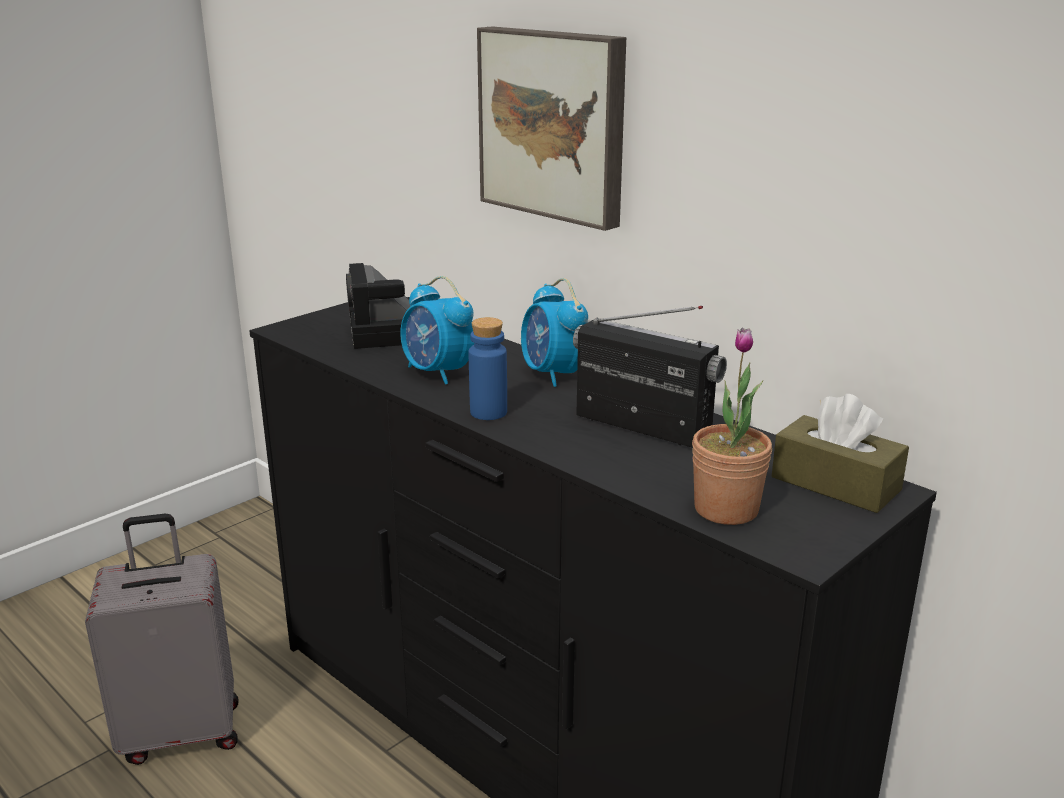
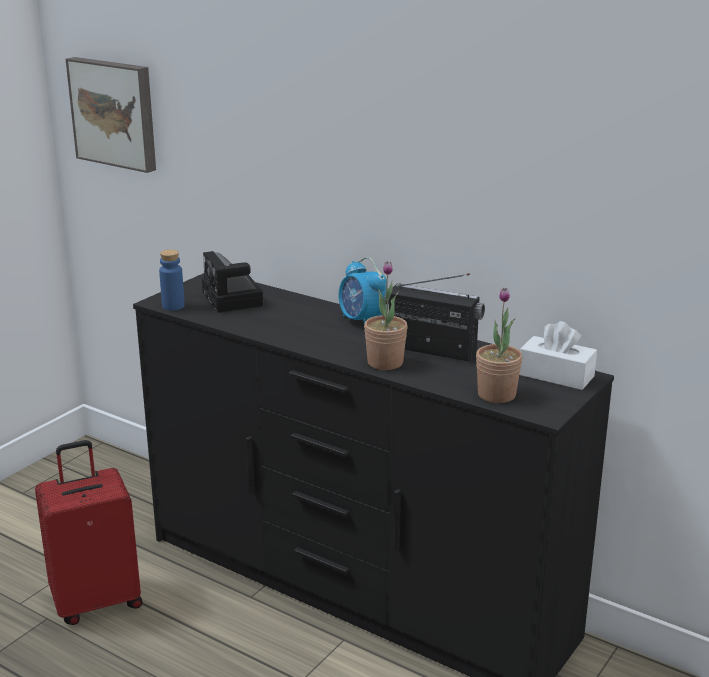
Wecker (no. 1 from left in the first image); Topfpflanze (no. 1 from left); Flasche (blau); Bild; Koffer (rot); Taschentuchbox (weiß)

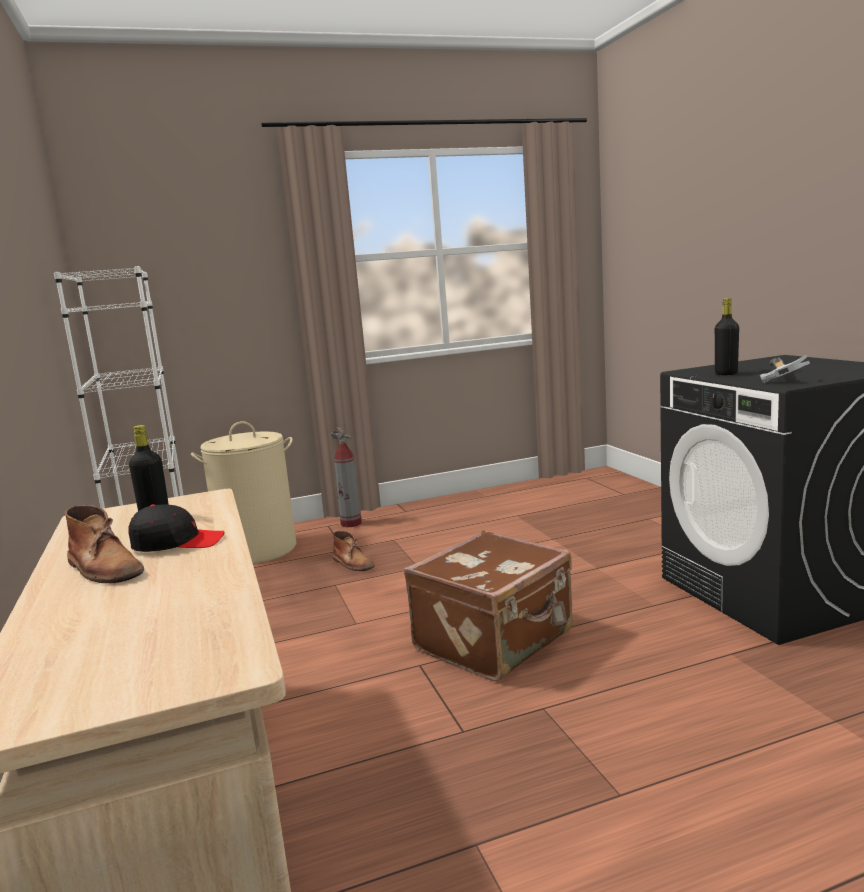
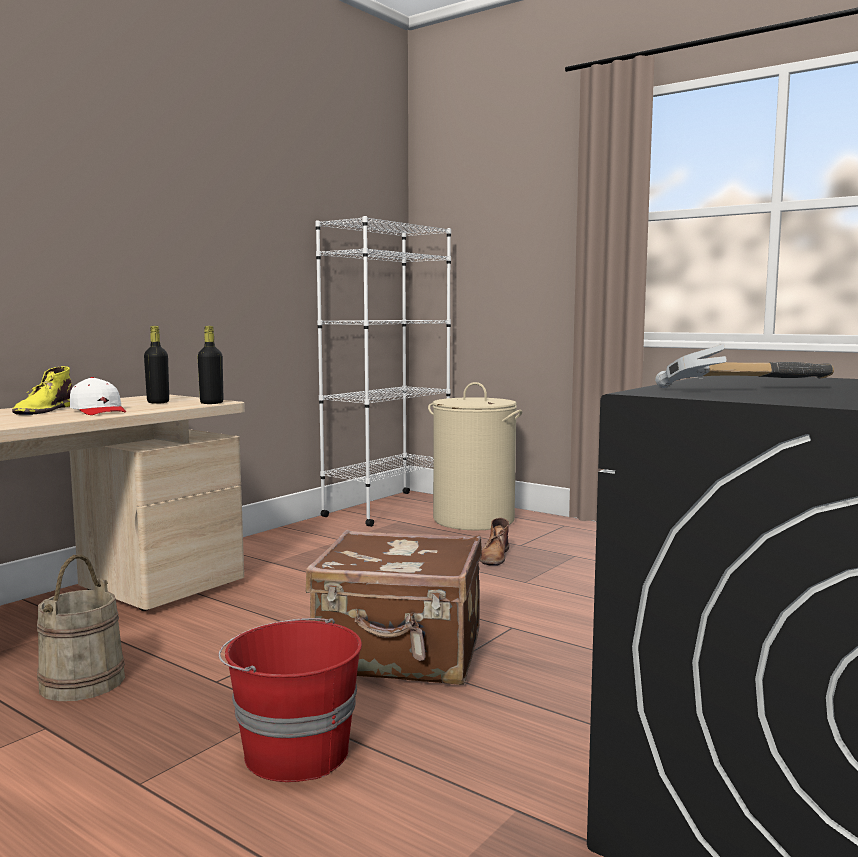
Feuerlöscher; Eimer (beige); Eimer (rot); Flasche (schwarz) (no. 2 from left); Stiefel (gelb); Kappe (weiß)

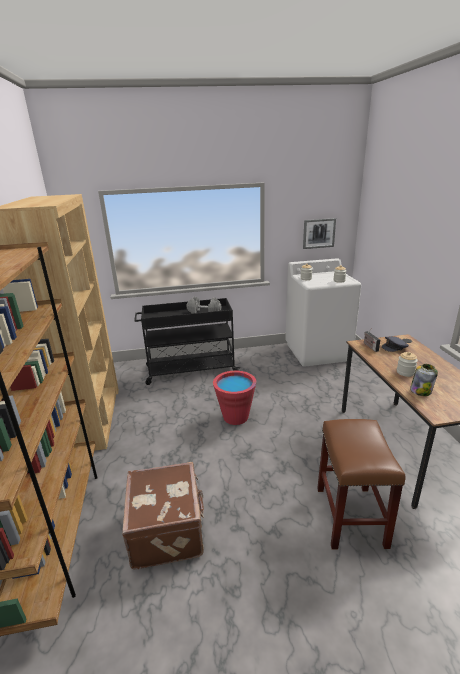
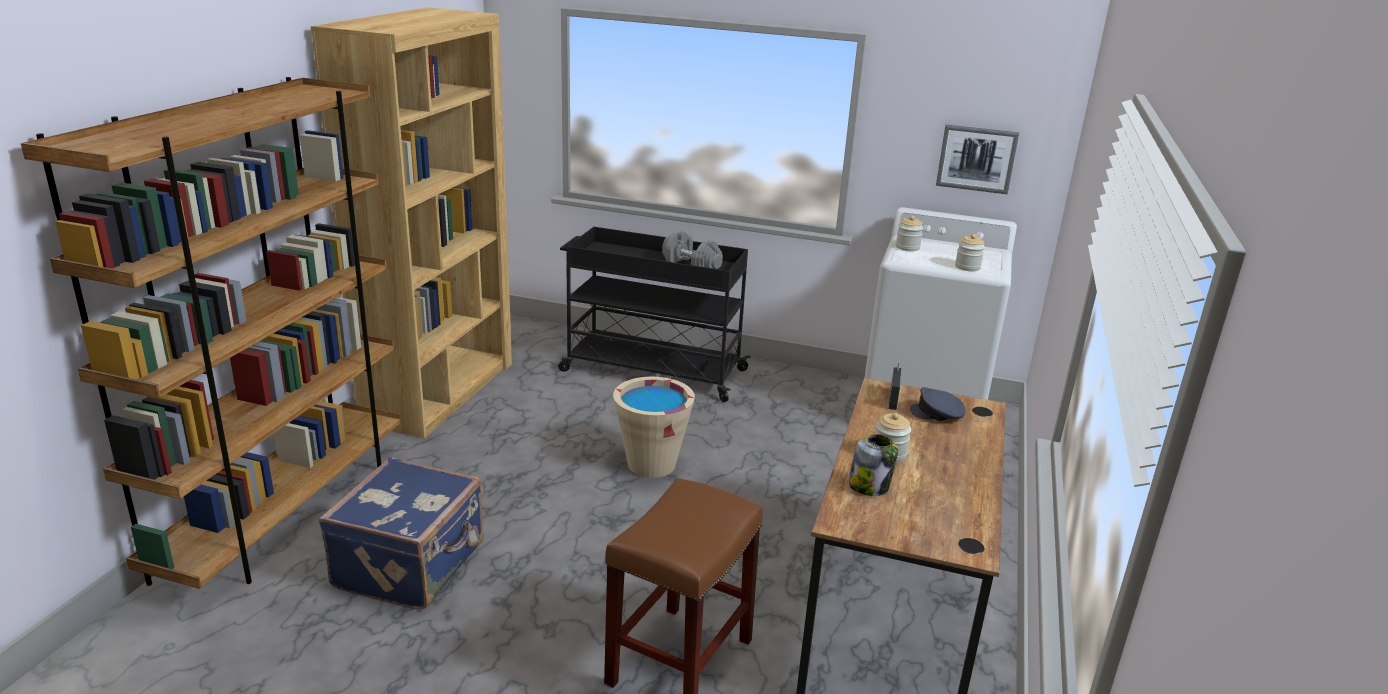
Koffer (blau); Eimer (beige)

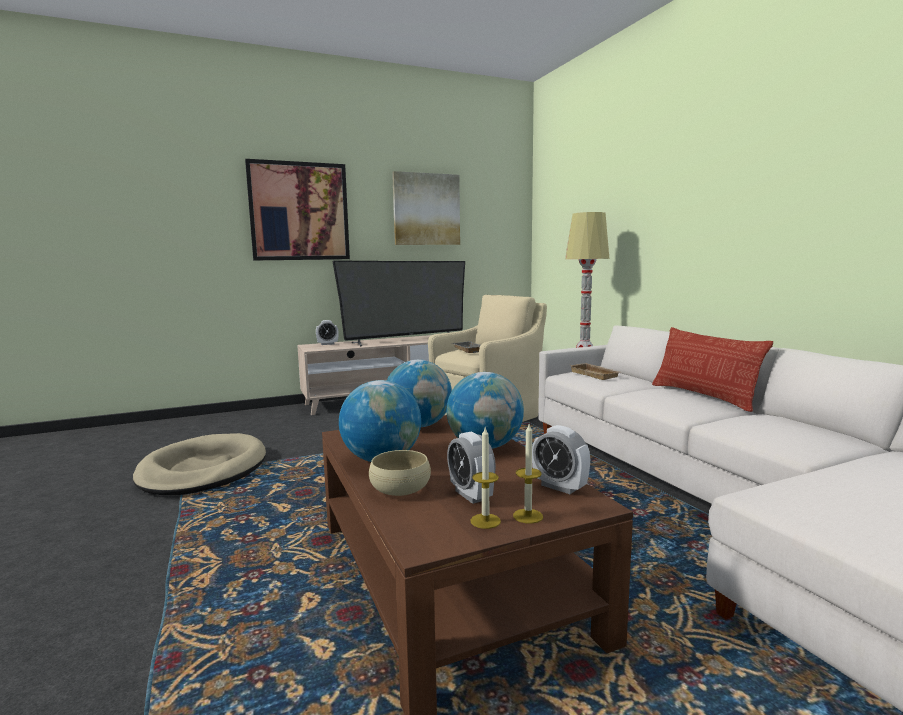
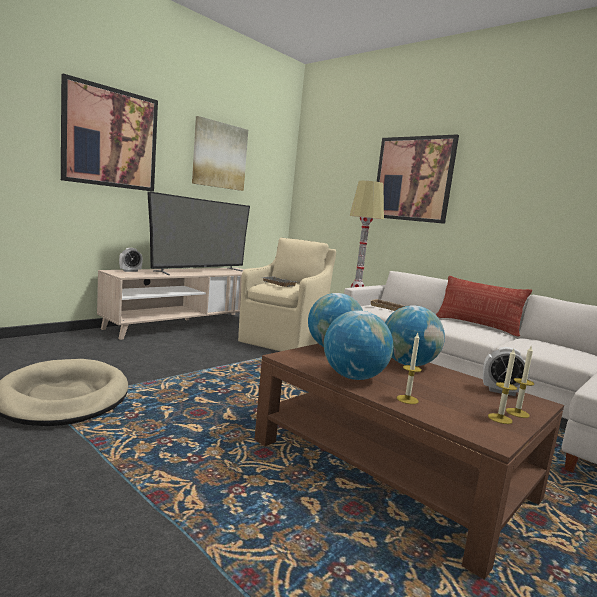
Wecker (no. 2 from left in the first image); Bild (no. 3 from left); Kerze (no. 1 from left)

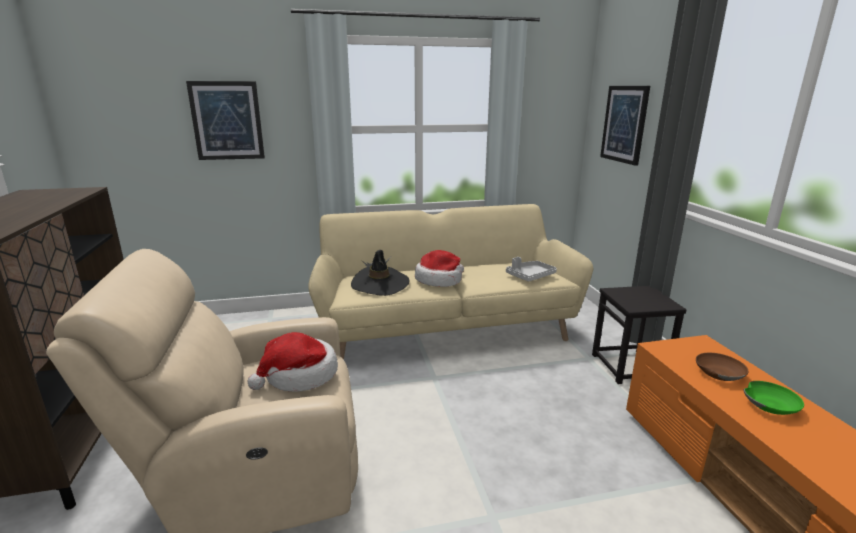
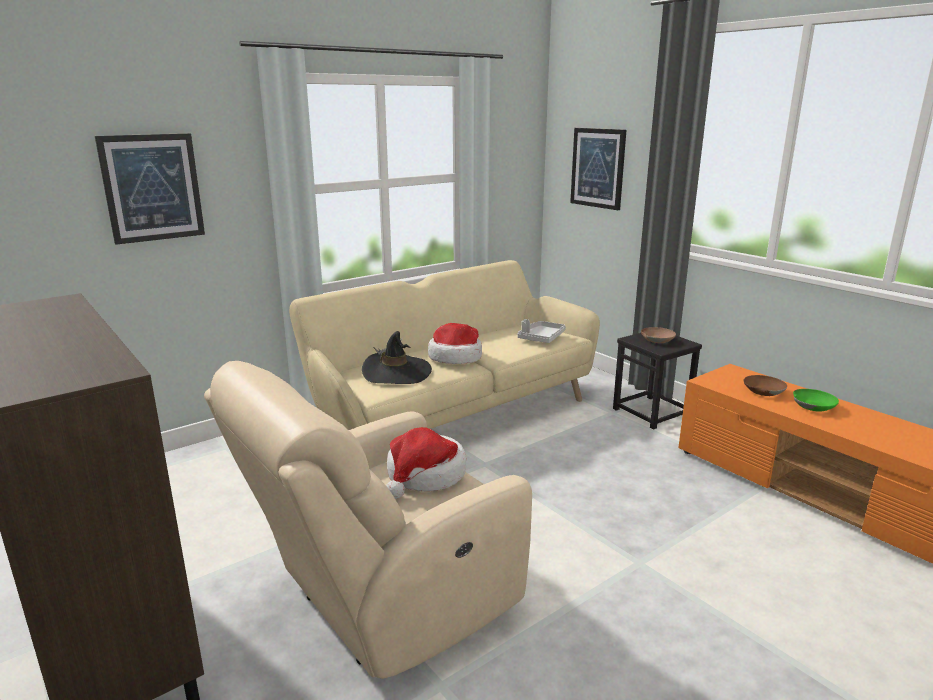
Schüssel (braun) (no. 1 from left)

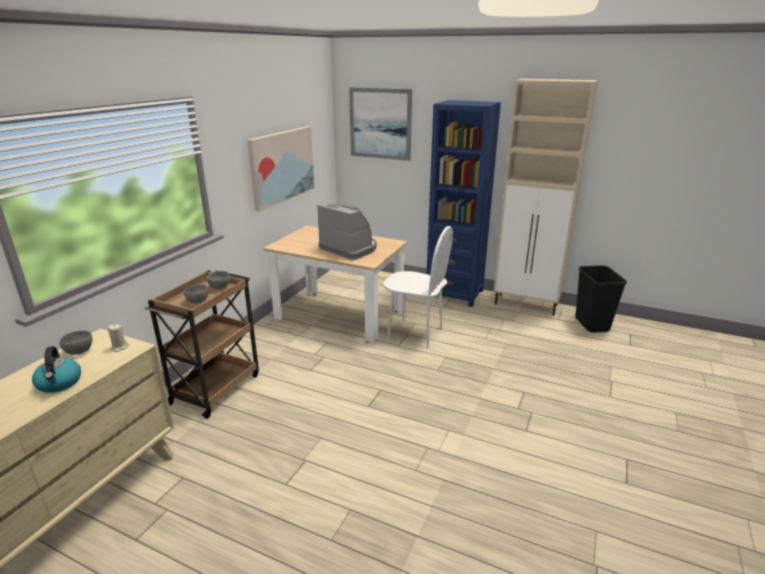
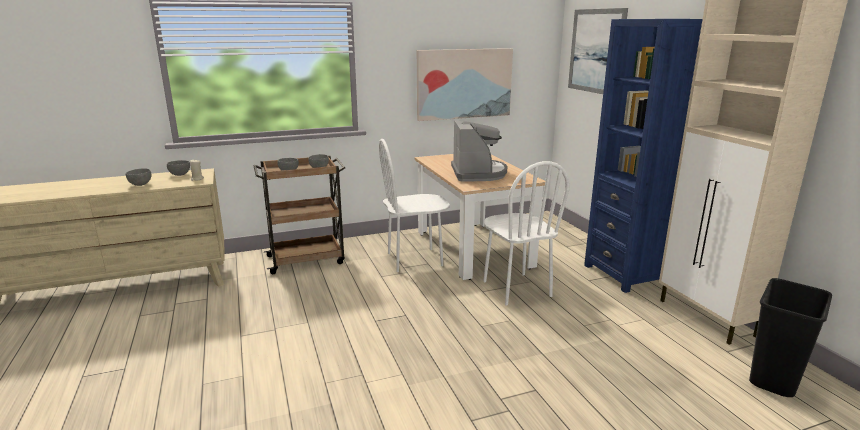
Stuhl (weiß) (no. 1 from left); Schüssel (grau) (no. 1 from left)

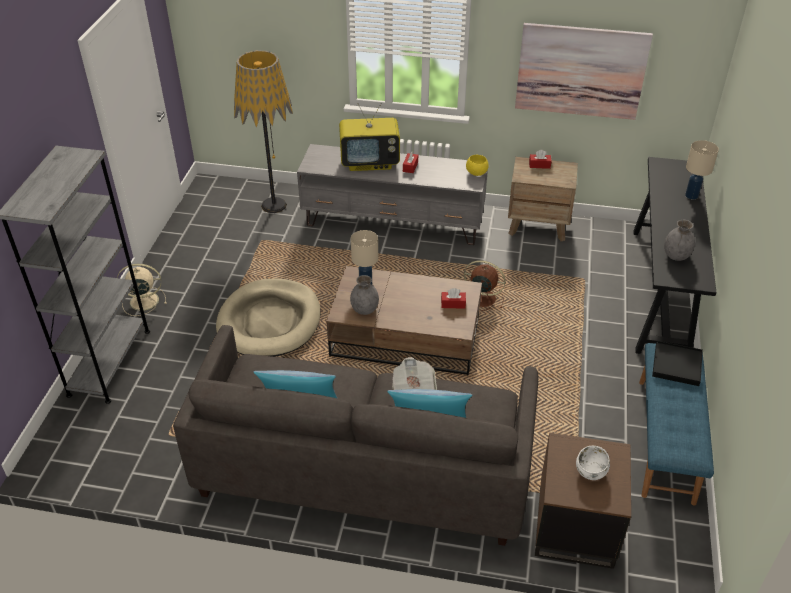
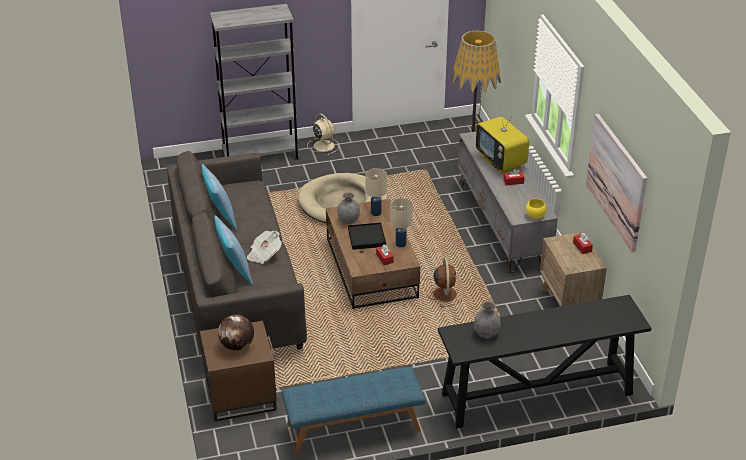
Tablett (schwarz); Tischlampe (beige) (no. 2 from left); Globus

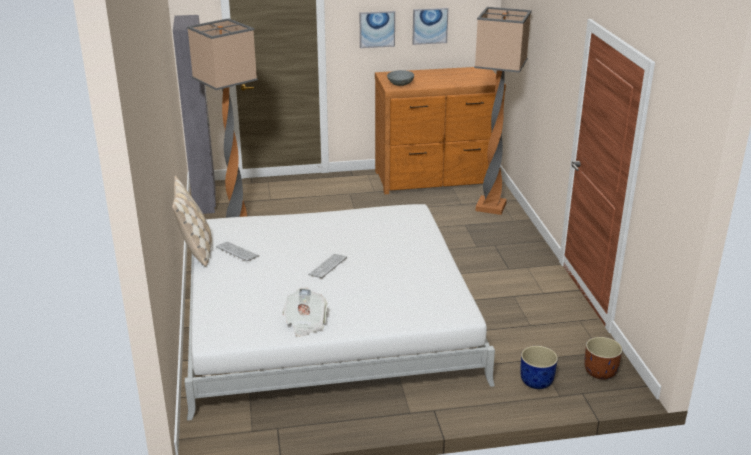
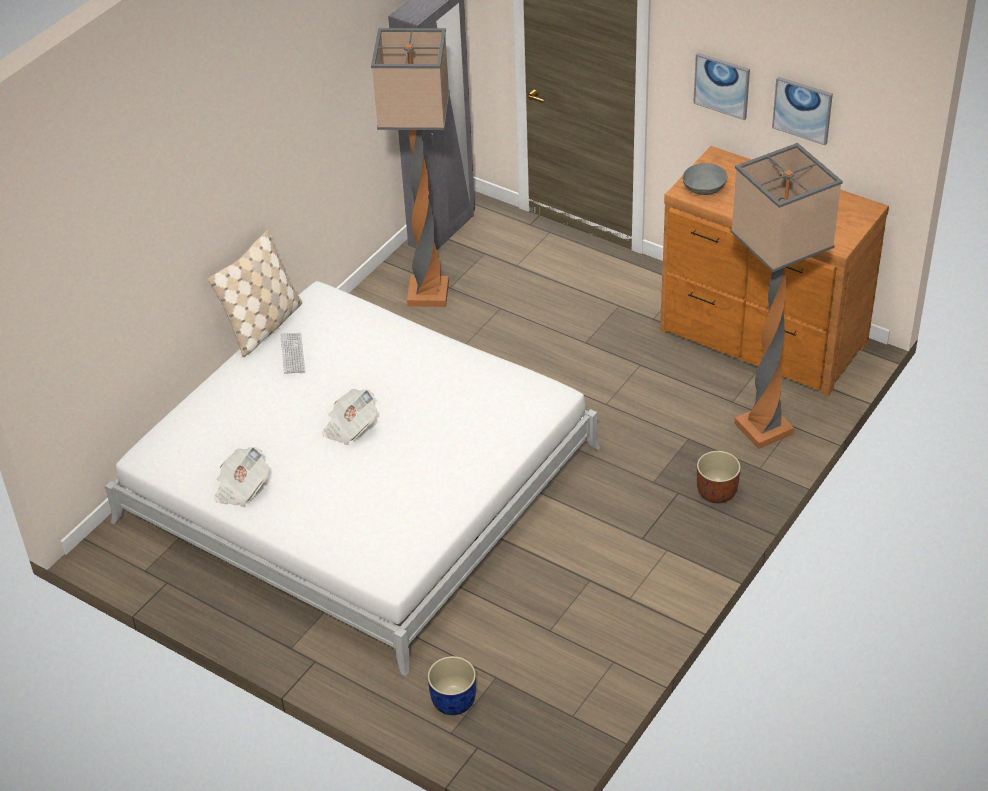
Pflanzkübel (braun); Zeitung (no. 2 from left)

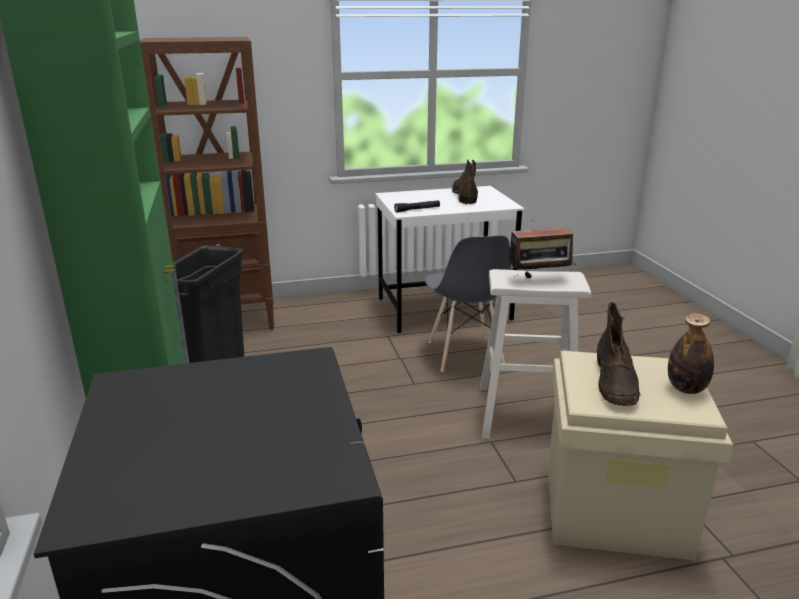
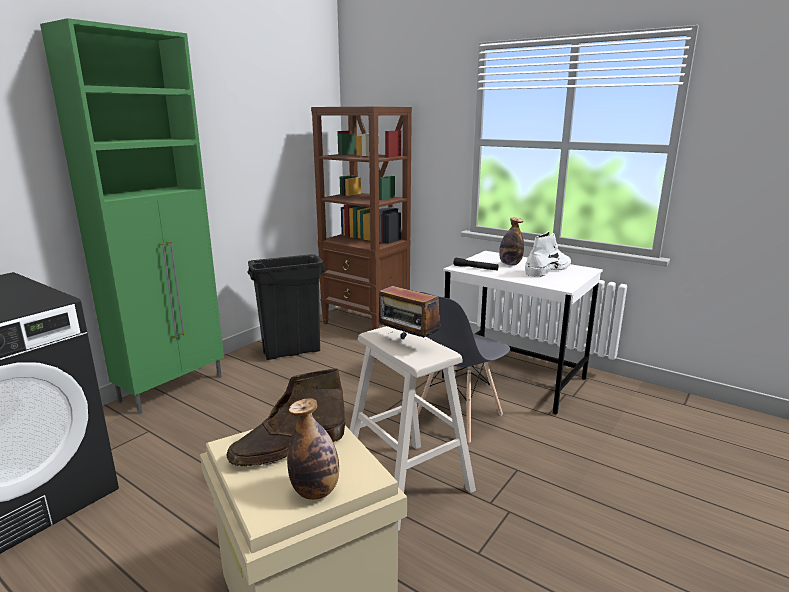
Flasche (no. 2 from left); Stiefel (weiß)

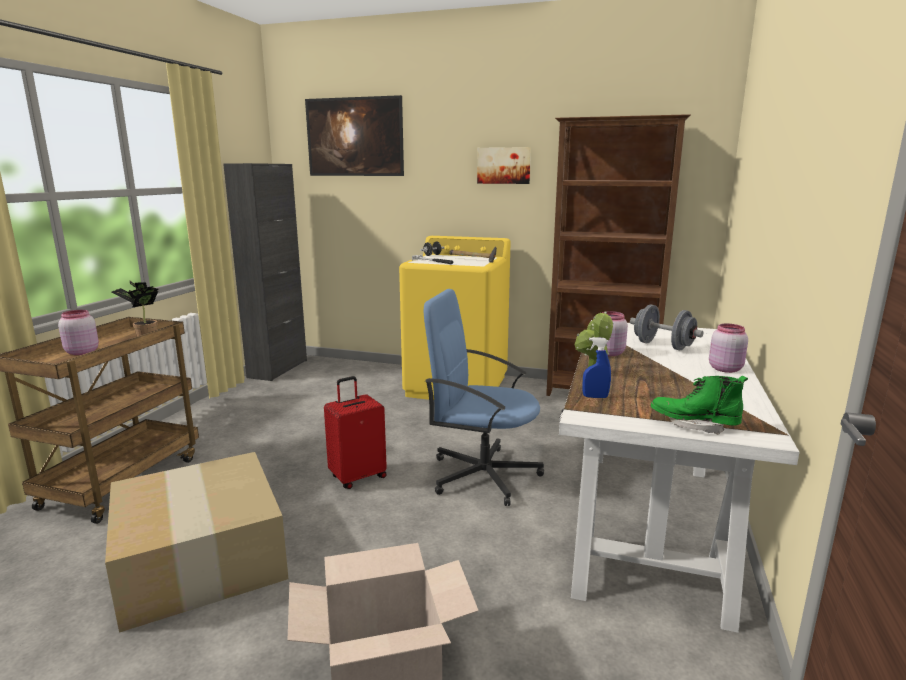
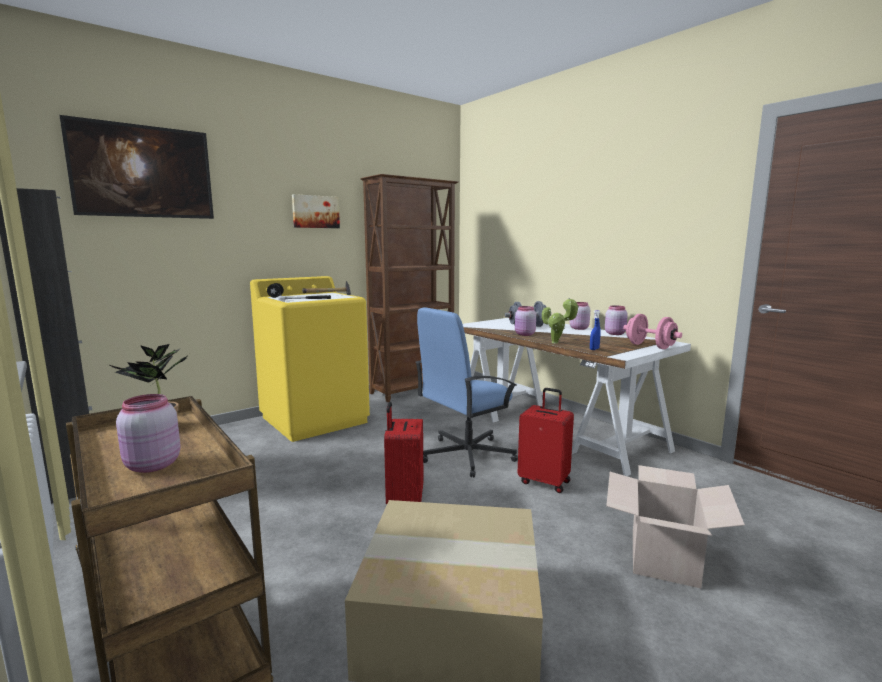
Koffer (rot) (no. 2 from left); Vorratsglas (rosa) (no. 4 from left); Hantel (rosa)

